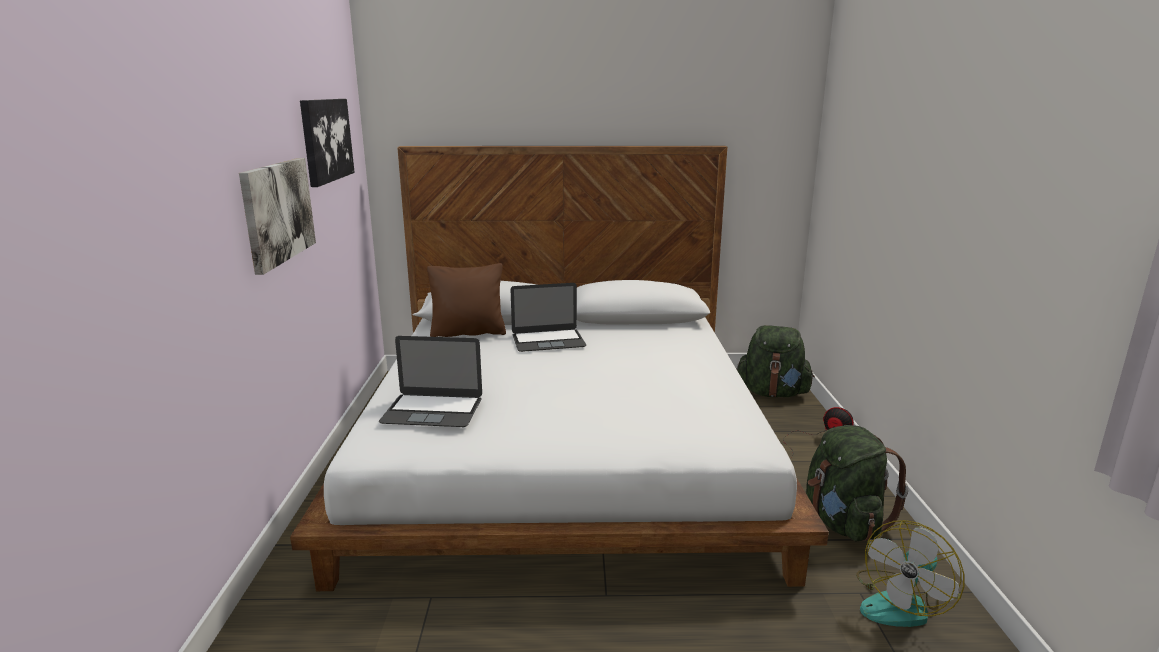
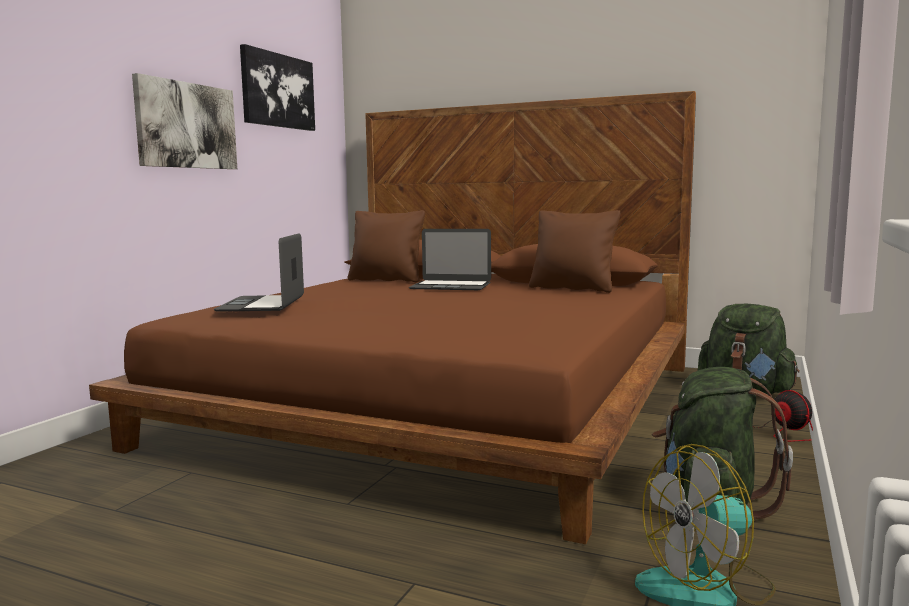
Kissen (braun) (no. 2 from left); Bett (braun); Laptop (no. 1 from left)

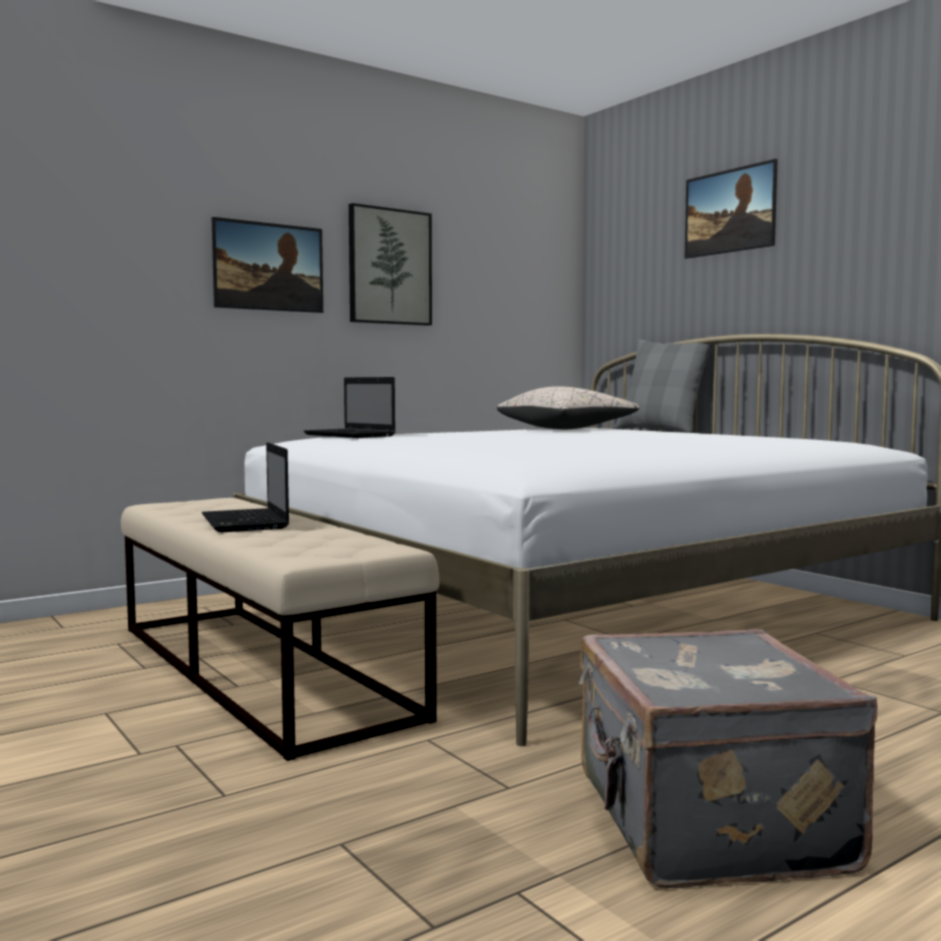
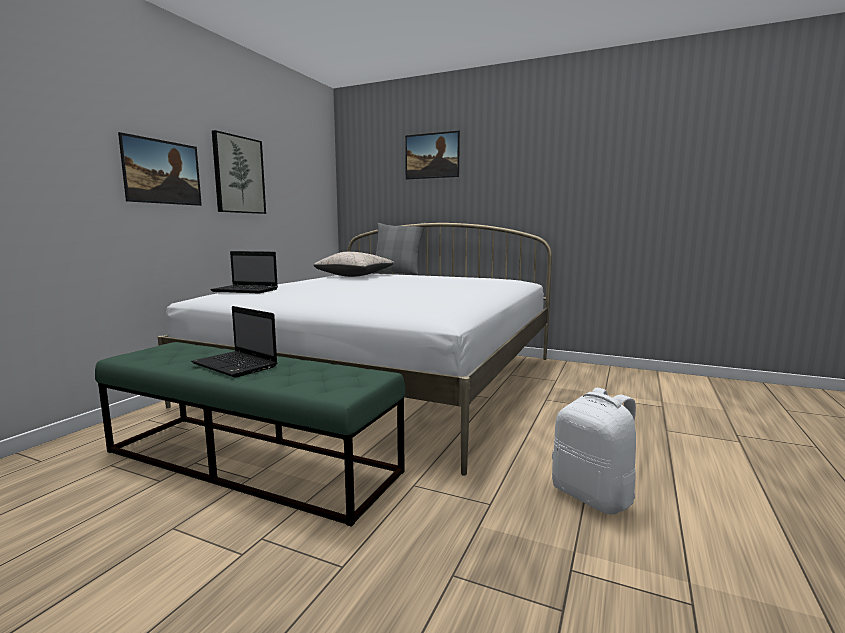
Rucksack (weiß); Bank (grün)

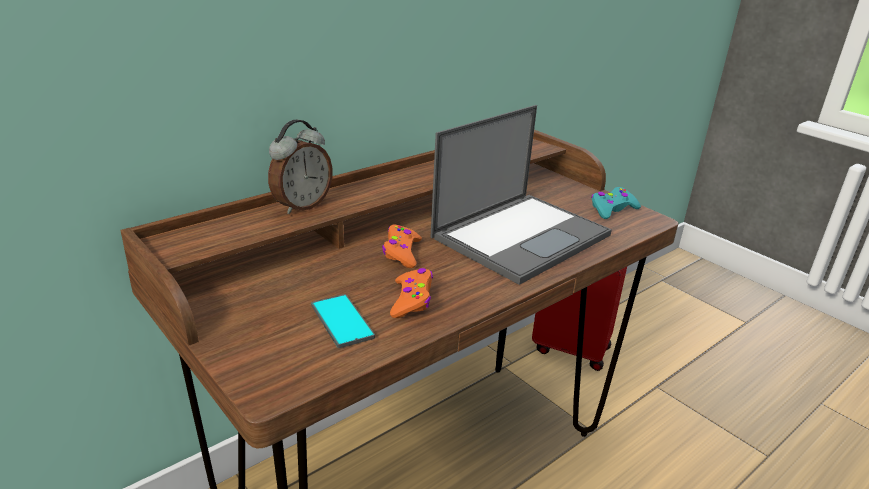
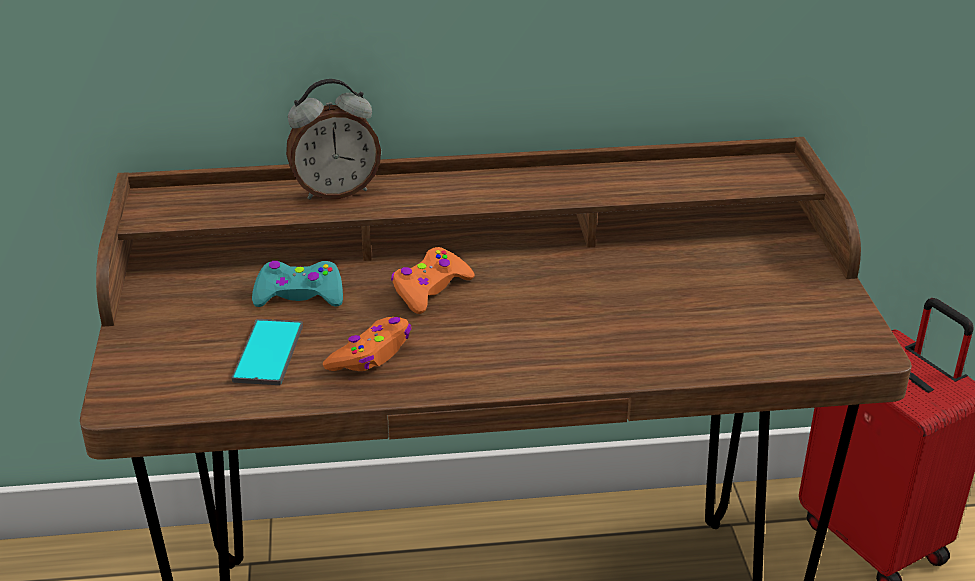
Laptop; Gamepad (türkis)

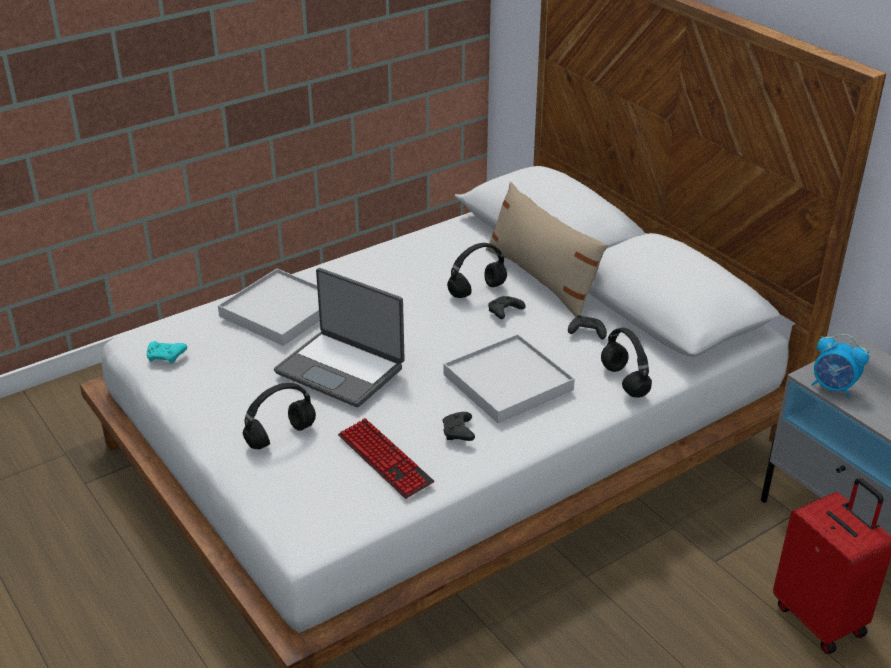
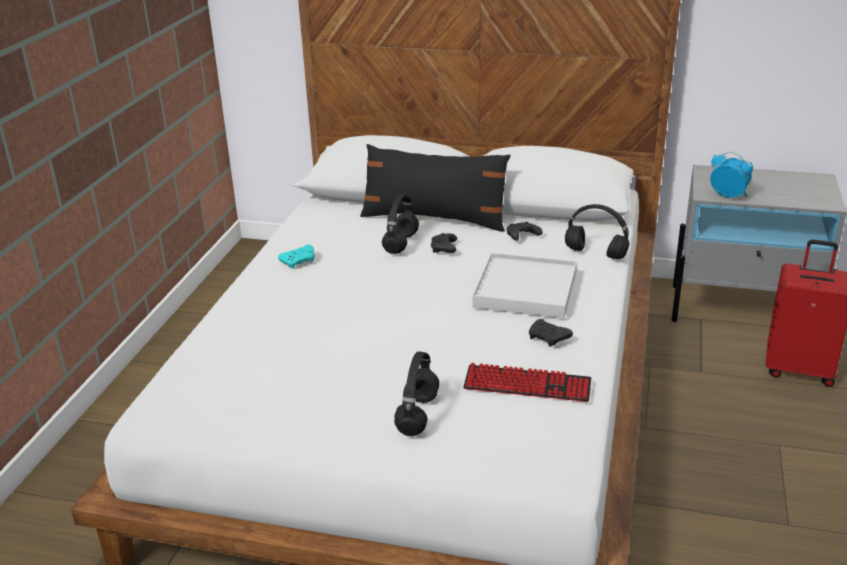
Tablett (weiß) (no. 1 from left in the first image); Laptop; Gamepad (türkis); Kissen (schwarz); Wecker

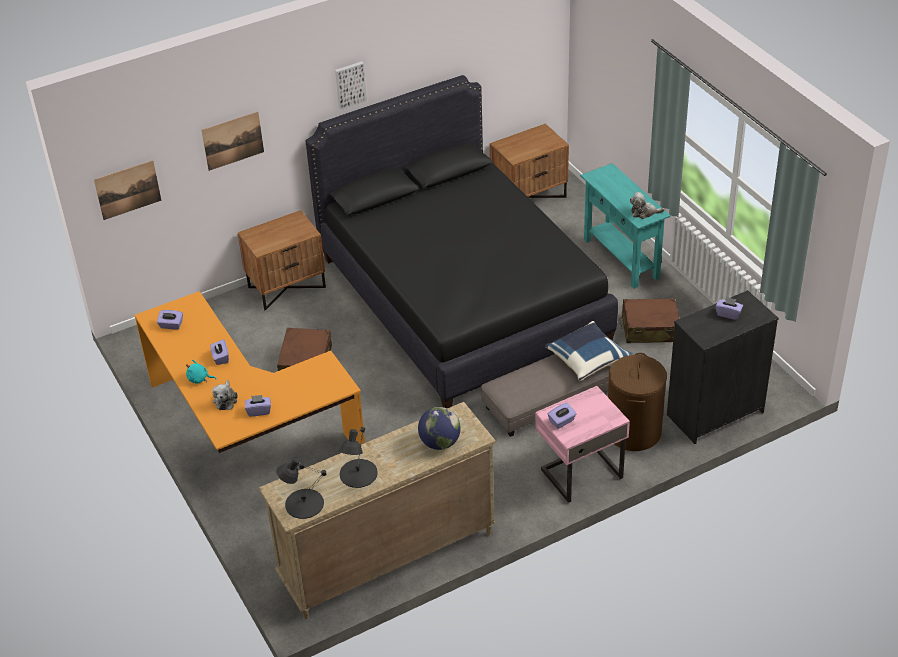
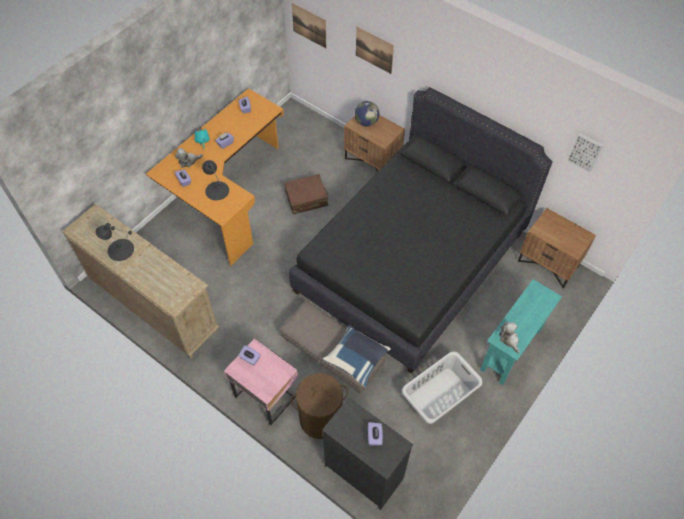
Tischlampe (schwarz) (no. 2 from left); Bild (no. 3 from left); Globus; Wäschekorb (grau)

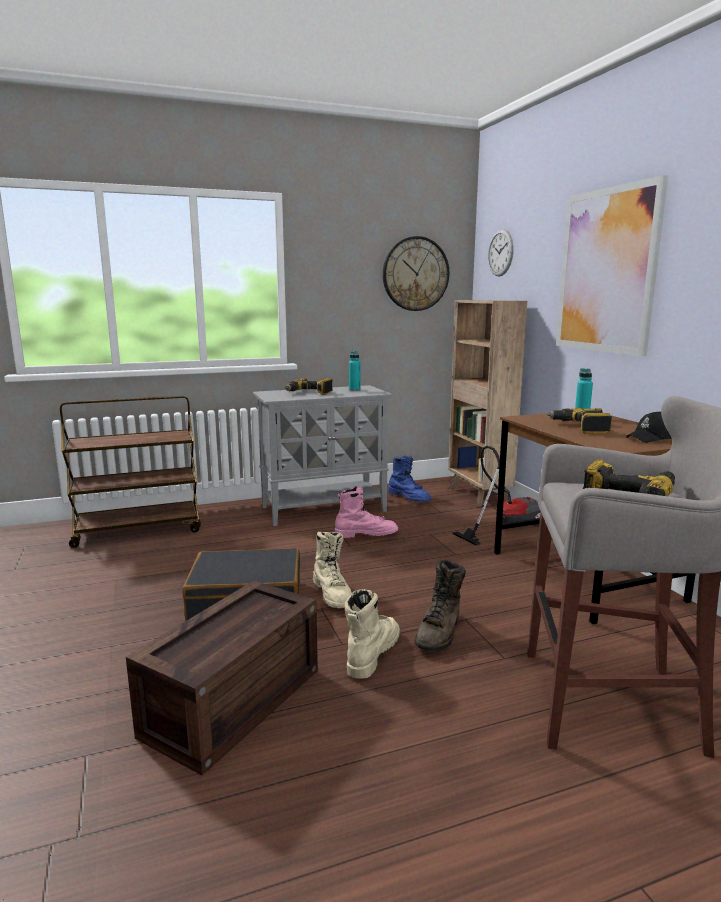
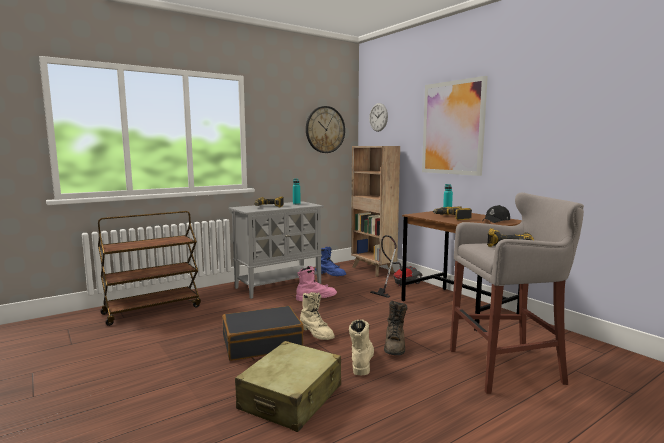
Koffer (beige)

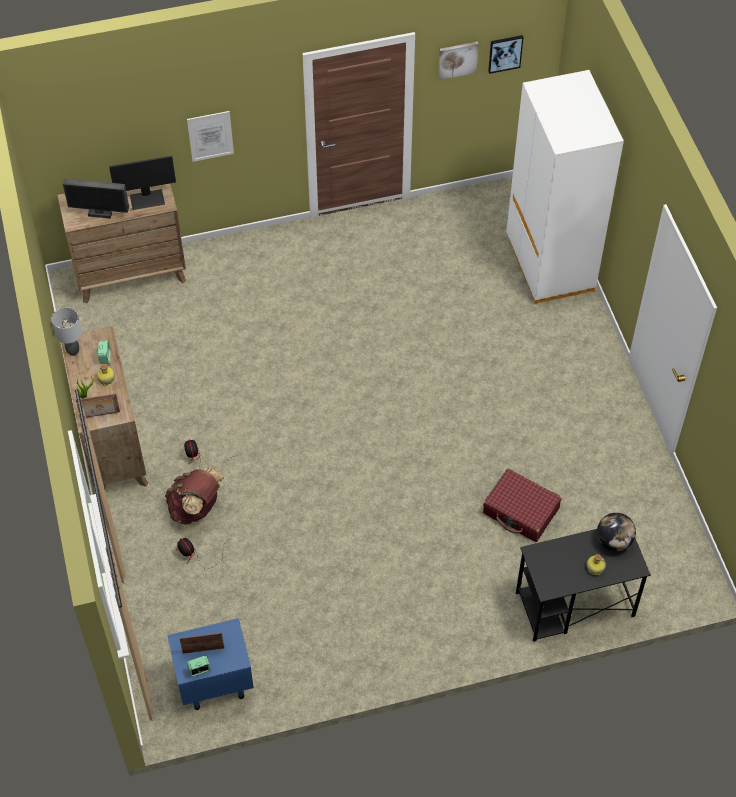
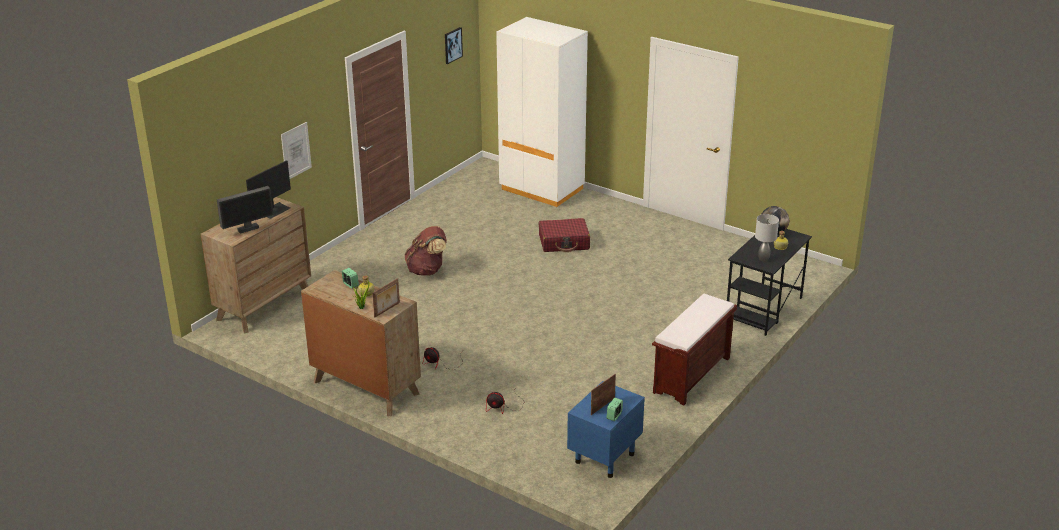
Bild (no. 2 from left in the first image); Bank (braun); Tischlampe (grau); Rucksack (braun); Koffer (rot)

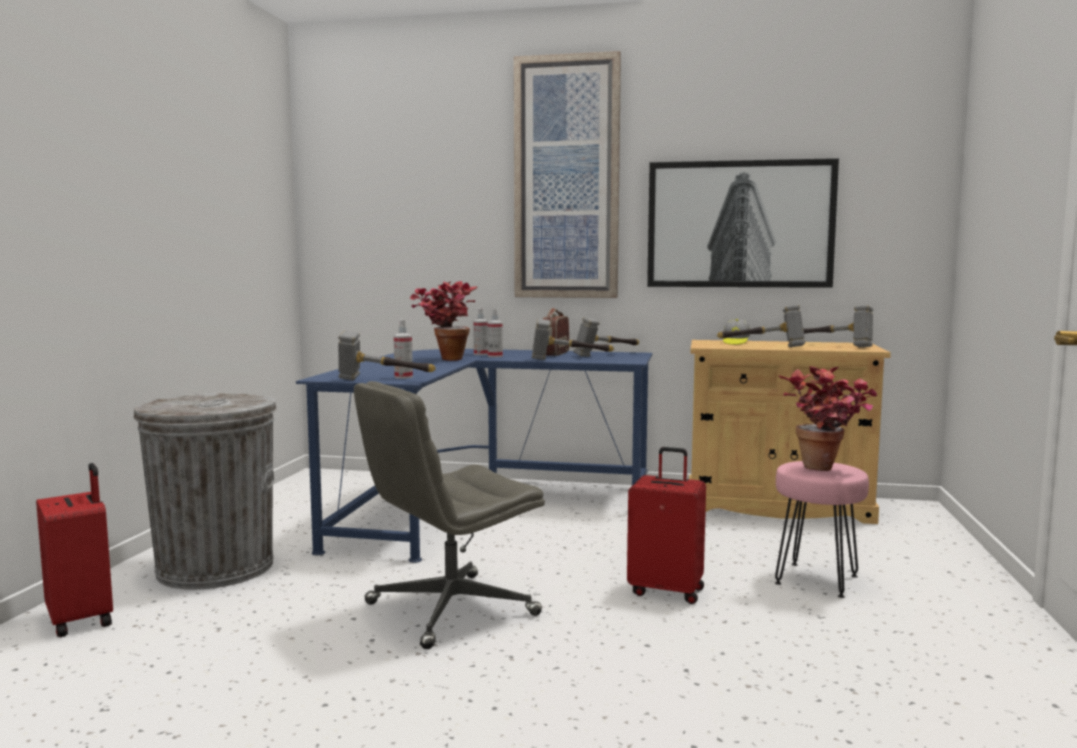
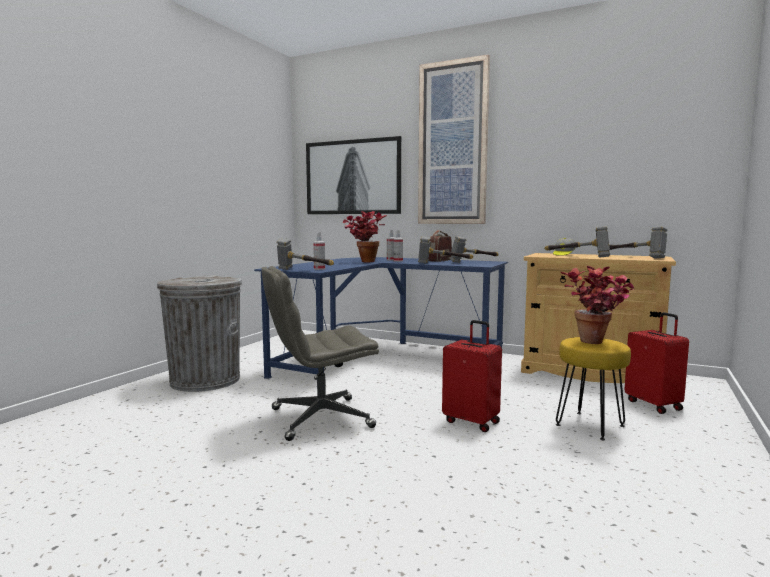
Koffer (rot) (no. 2 from left); Bild (no. 1 from left); Hocker (gelb)

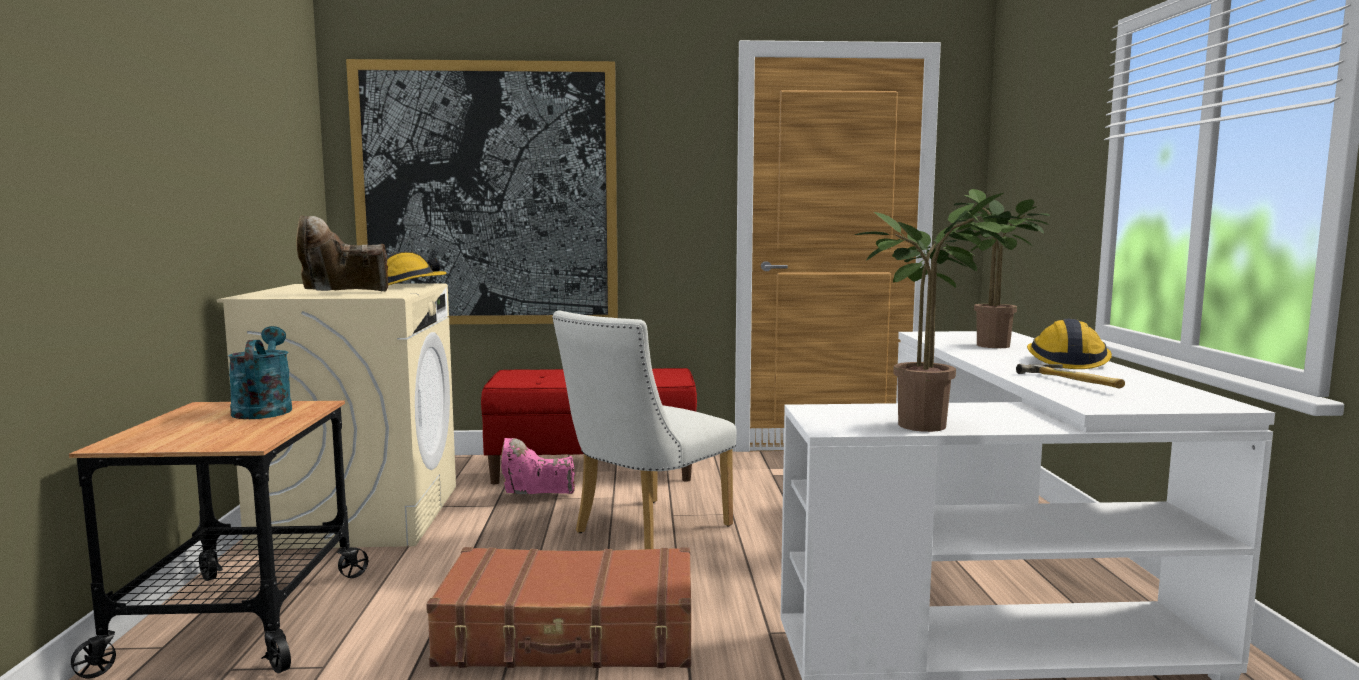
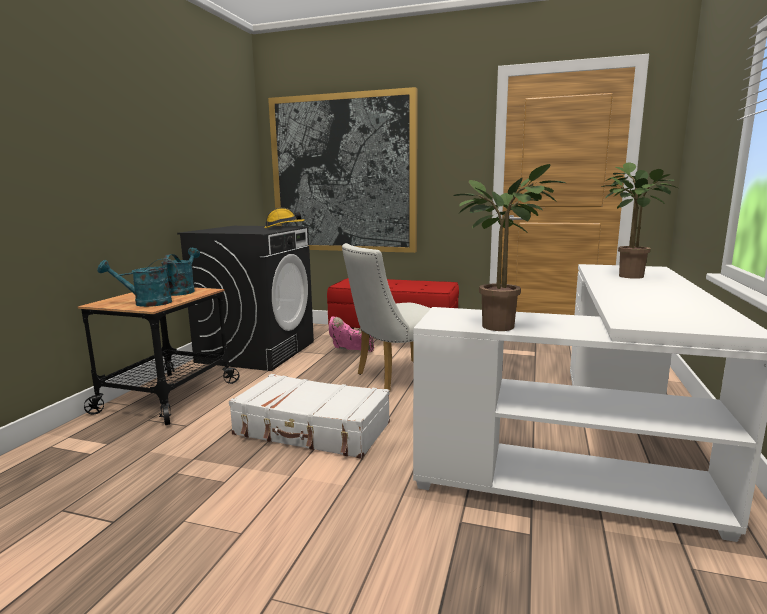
Stiefel (braun); Hammer; Schutzhelm (no. 2 from left in the first image); Gießkanne (türkis) (no. 1 from left); Waschmaschine (schwarz); Koffer (weiß)

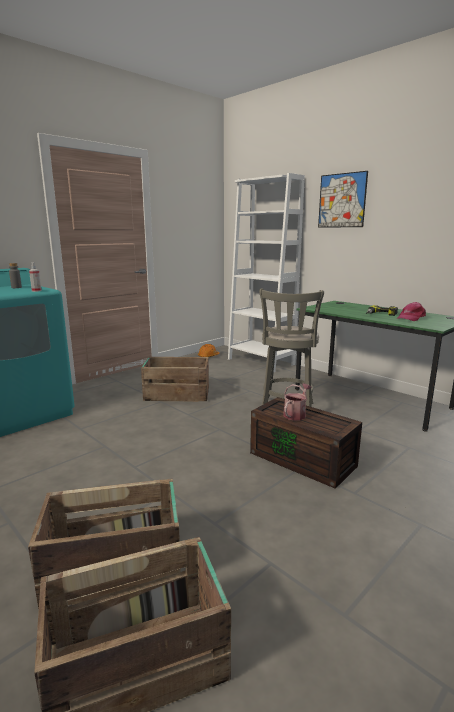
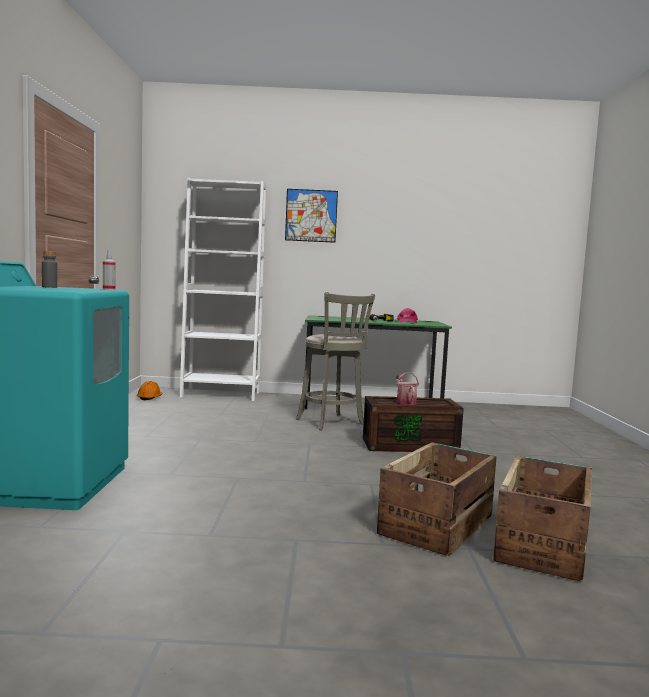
Kiste (no. 3 from left in the first image)

